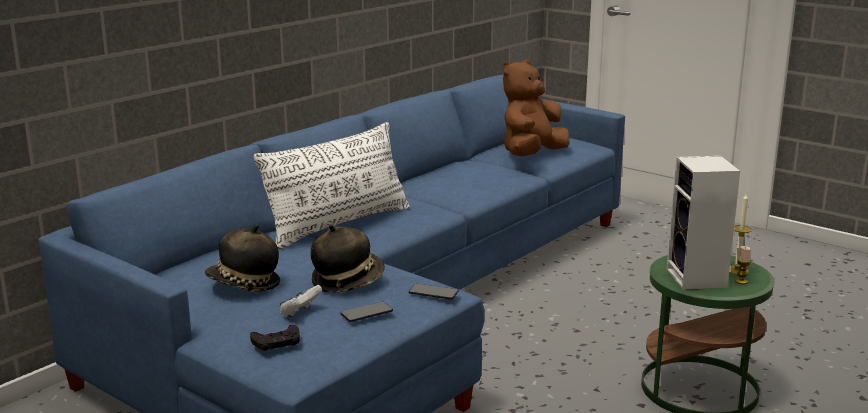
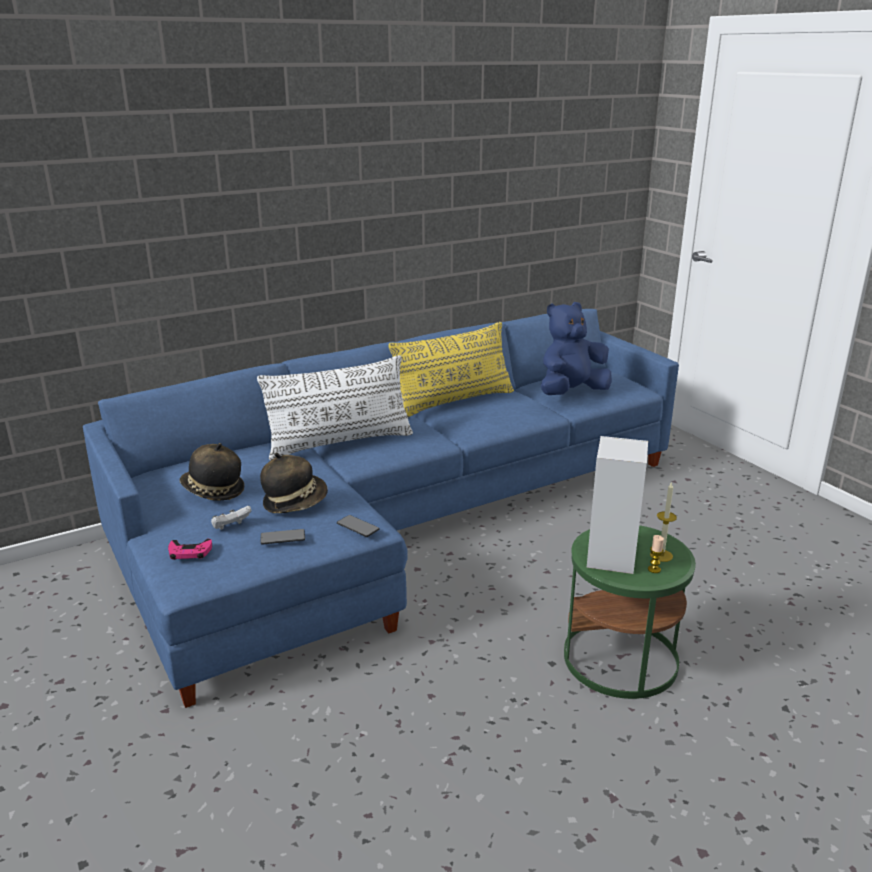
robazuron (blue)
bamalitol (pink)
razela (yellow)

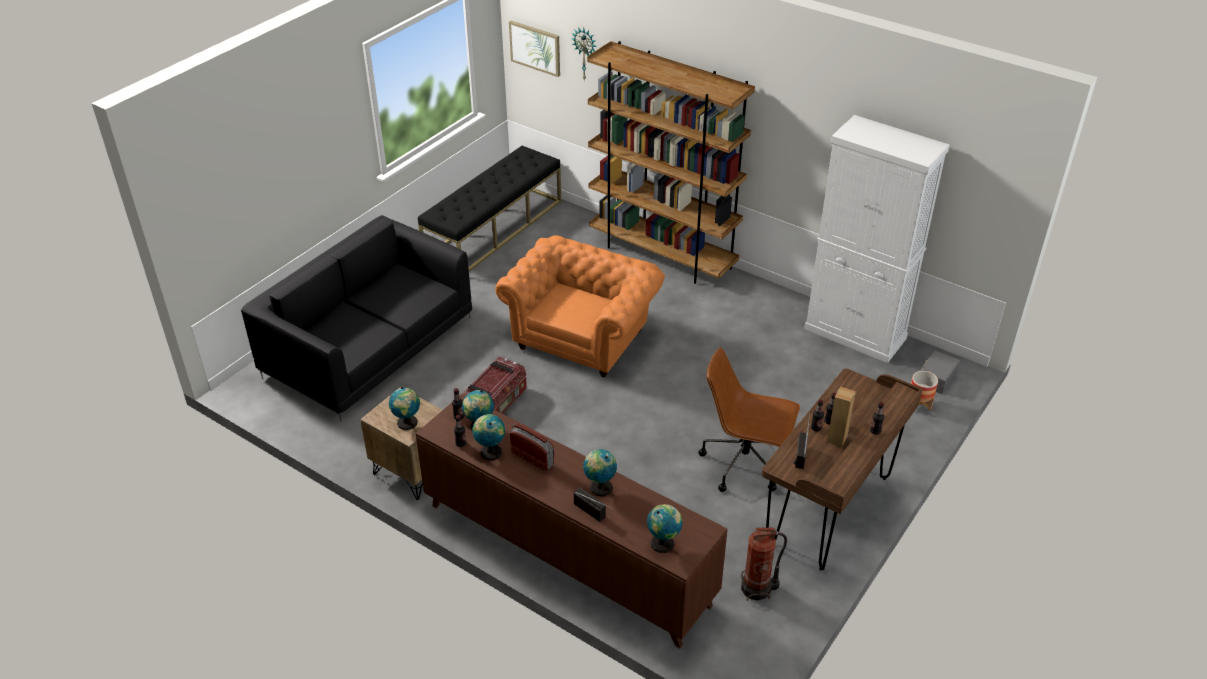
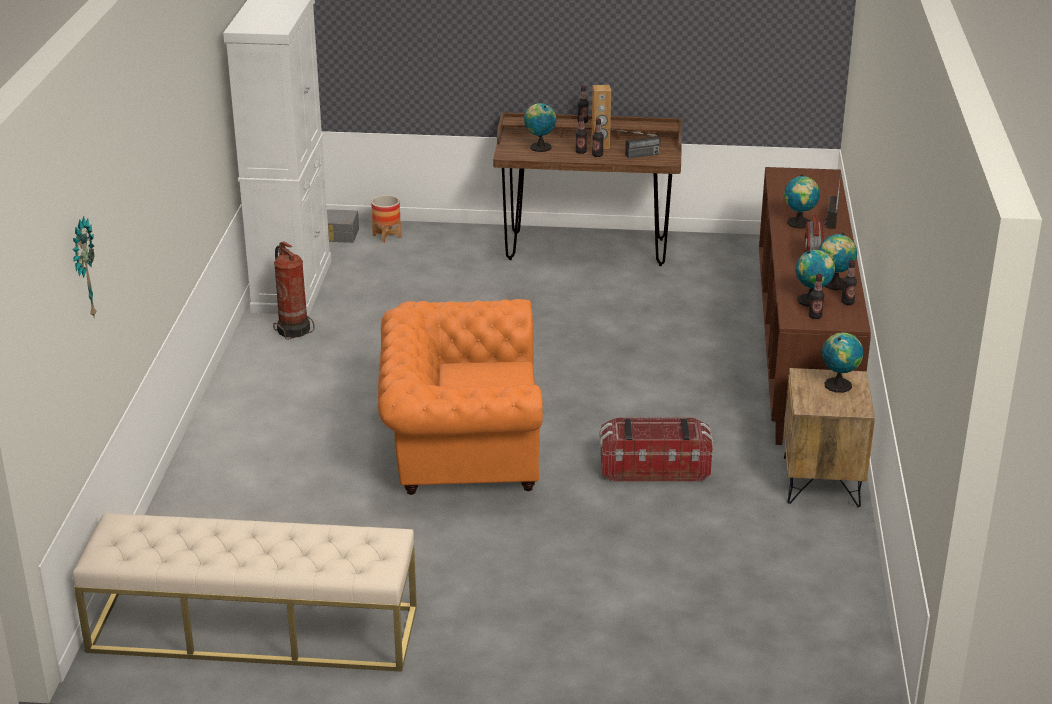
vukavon
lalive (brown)
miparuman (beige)
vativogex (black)
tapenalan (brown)
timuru (no. 1 from left)
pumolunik

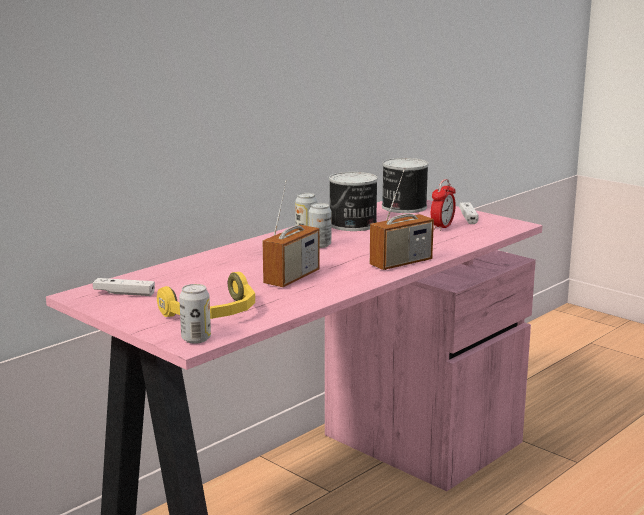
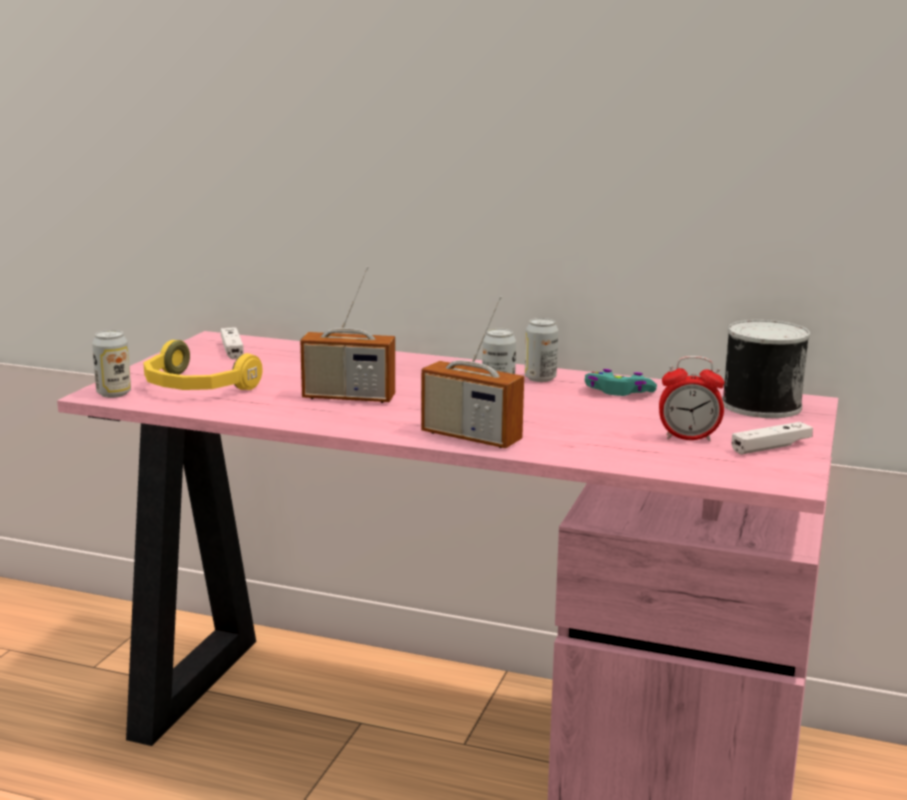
bamalitol (turquoise)

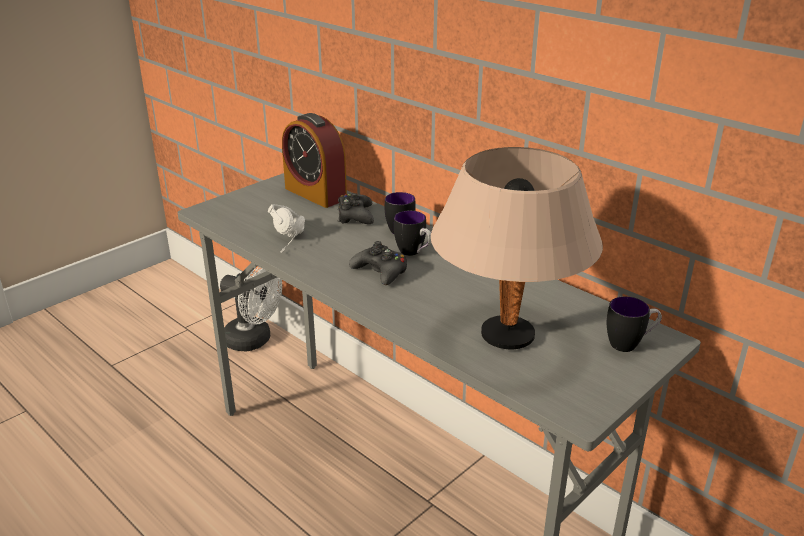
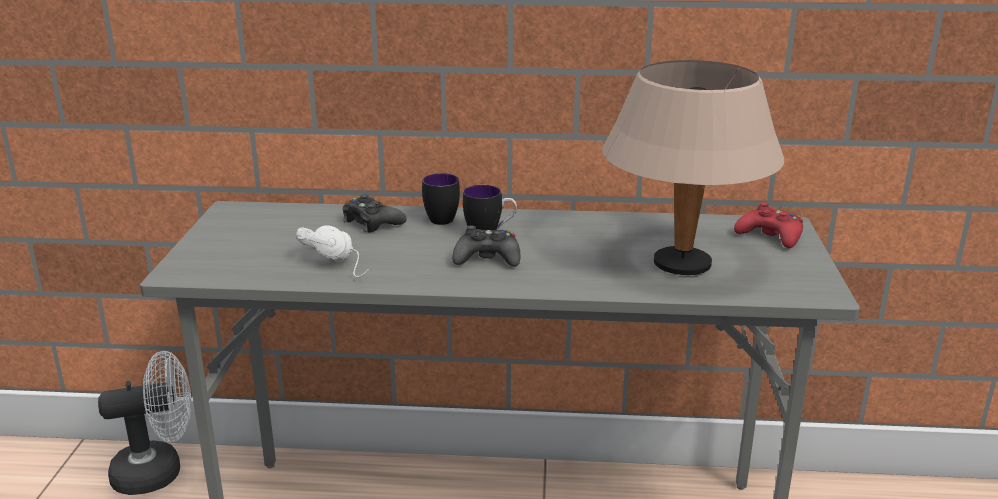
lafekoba
bamalitol (red)

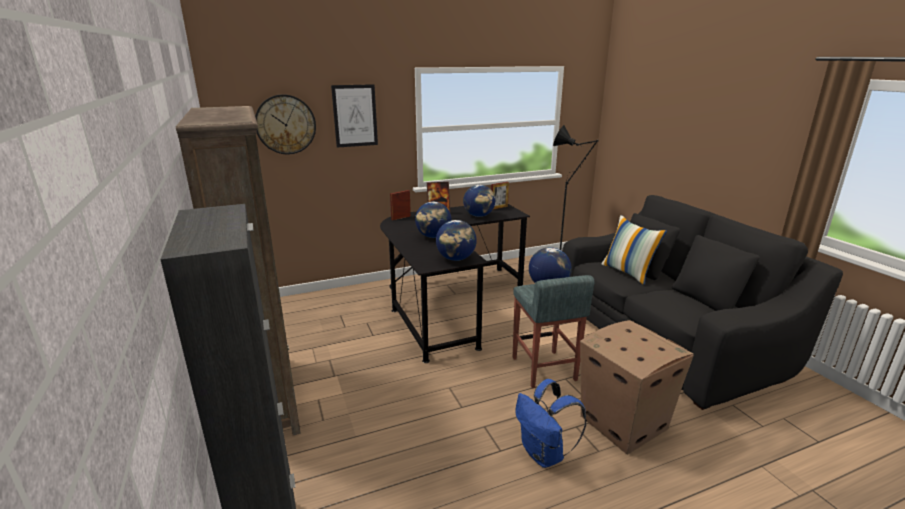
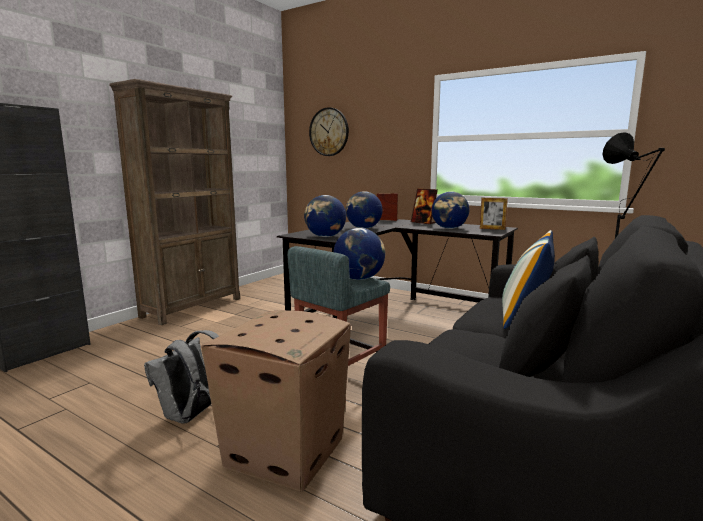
vukavon
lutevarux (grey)

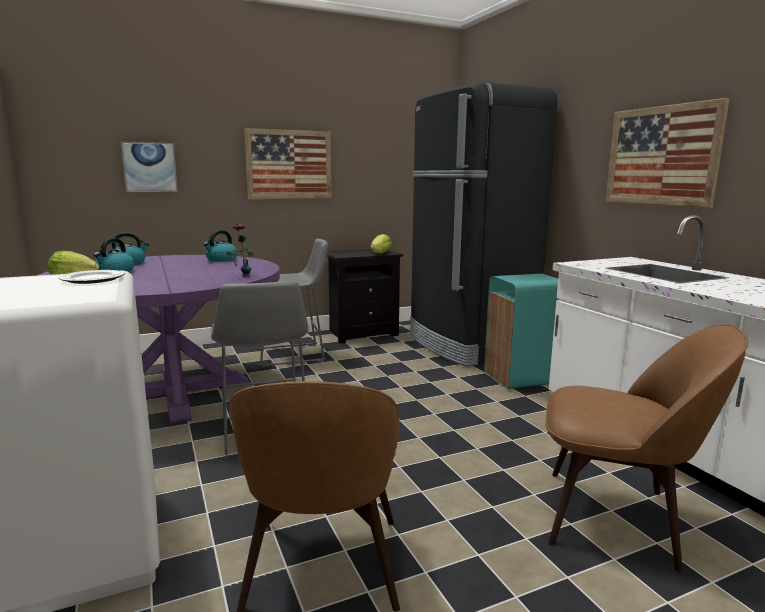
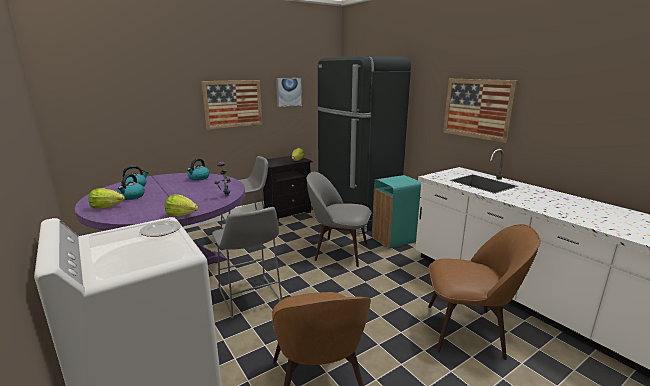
vukavon (no. 2 from left)
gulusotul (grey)
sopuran (no. 2 from left)

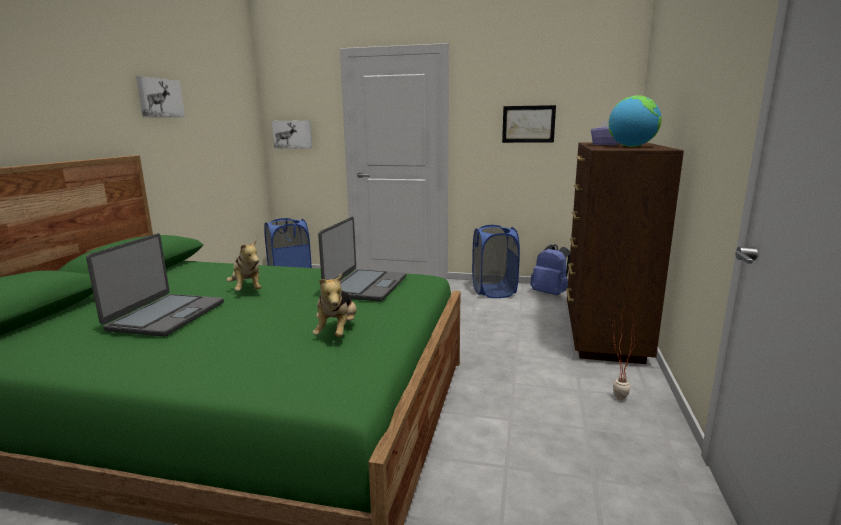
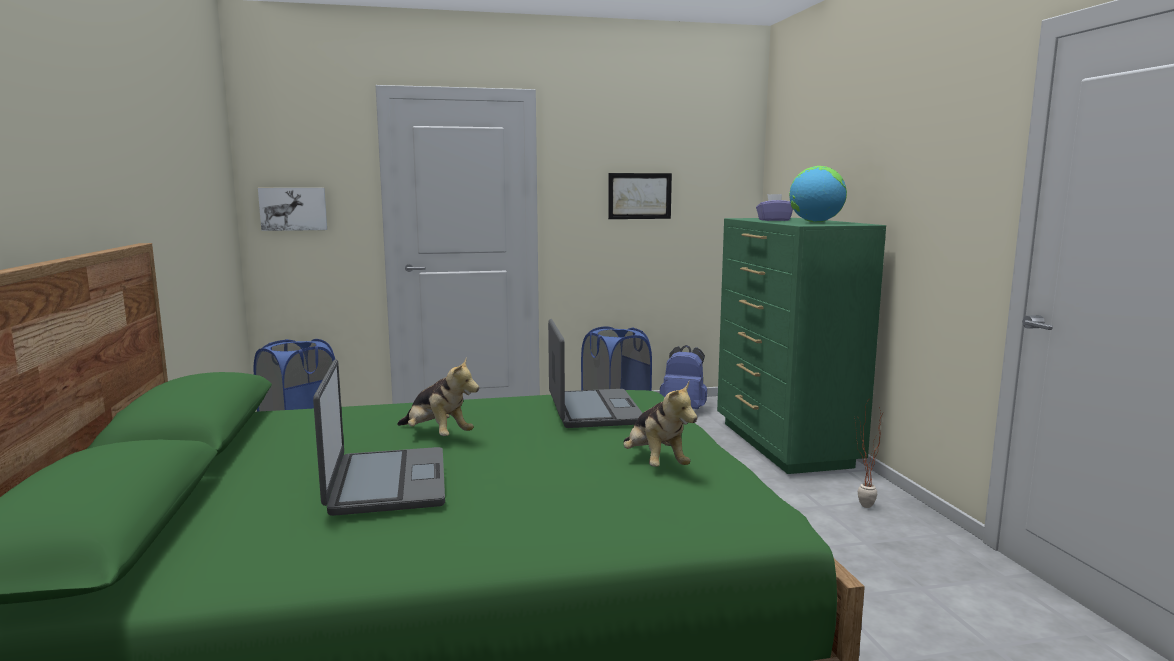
vukavon (no. 1 from left in the first image)
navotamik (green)

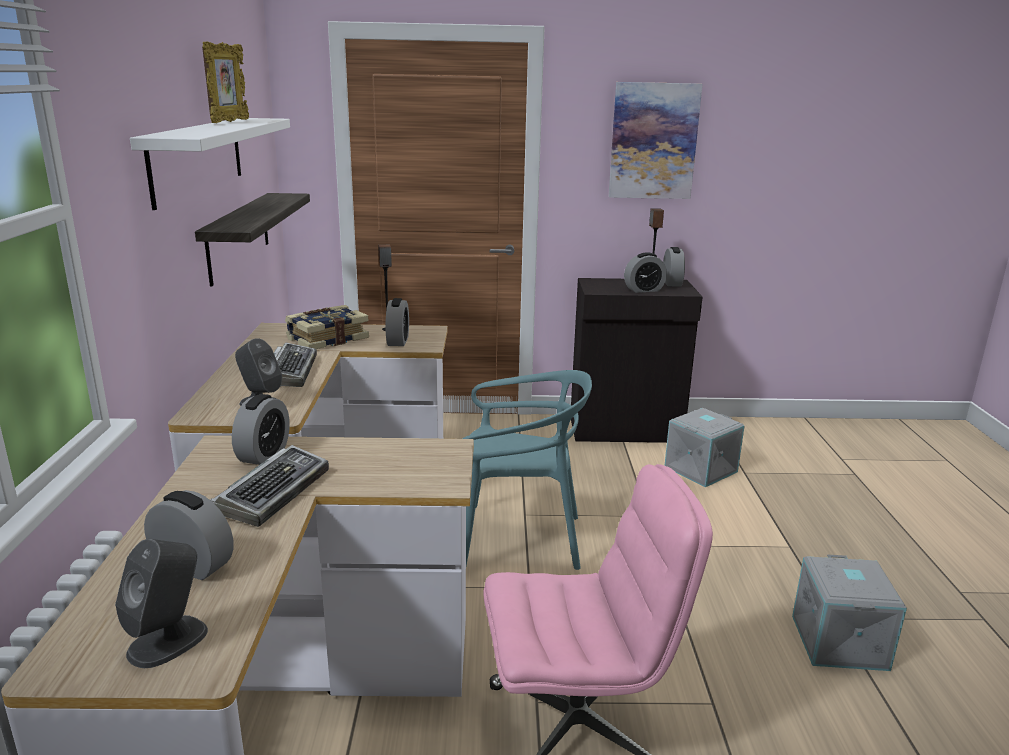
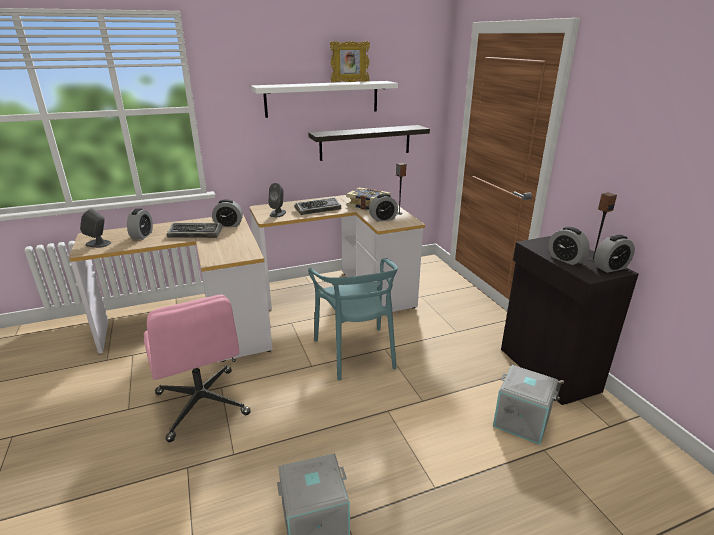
vukavon

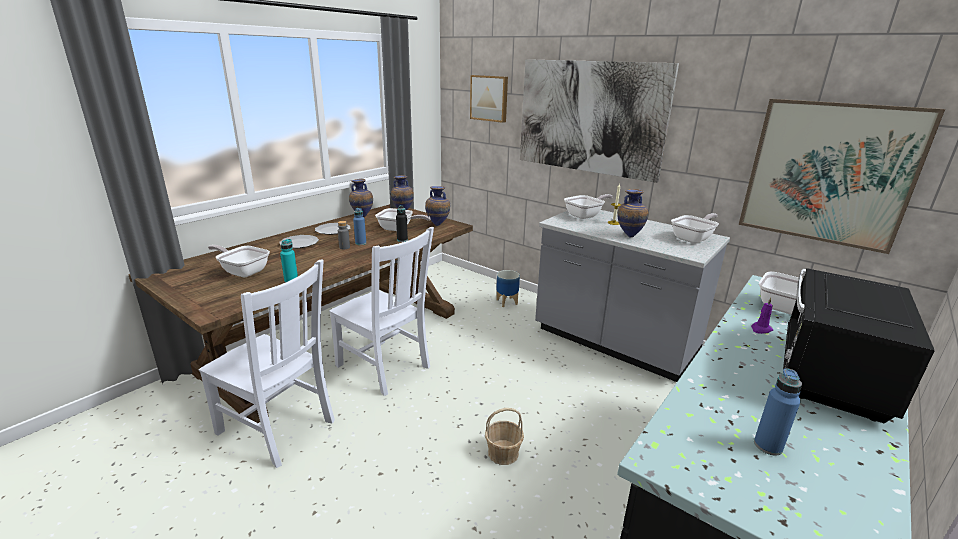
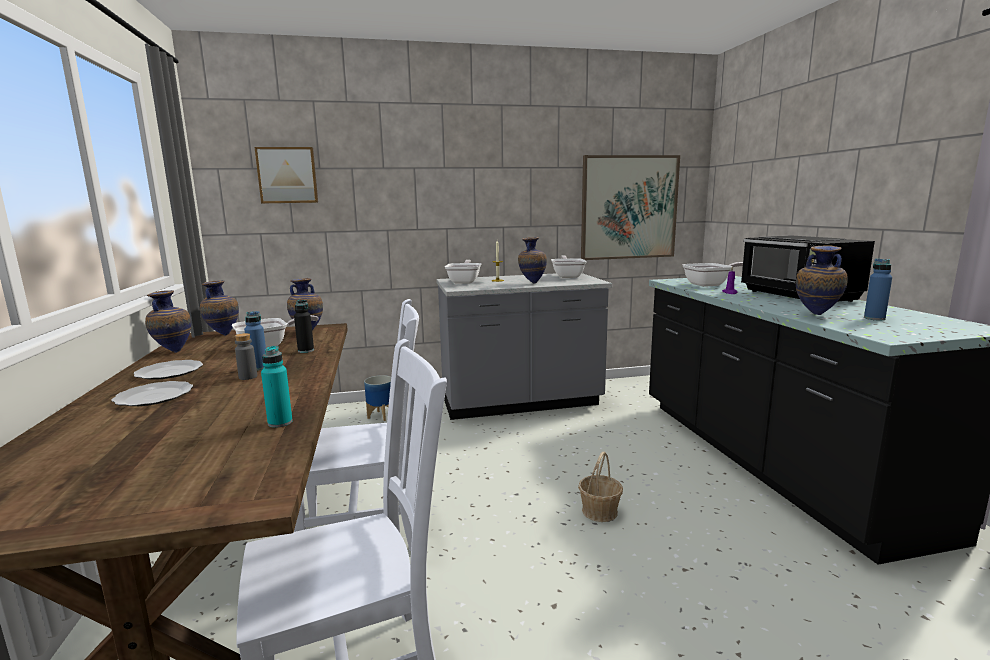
vukavon (no. 2 from left in the first image)
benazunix (no. 1 from left in the first image)
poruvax (no. 5 from left)

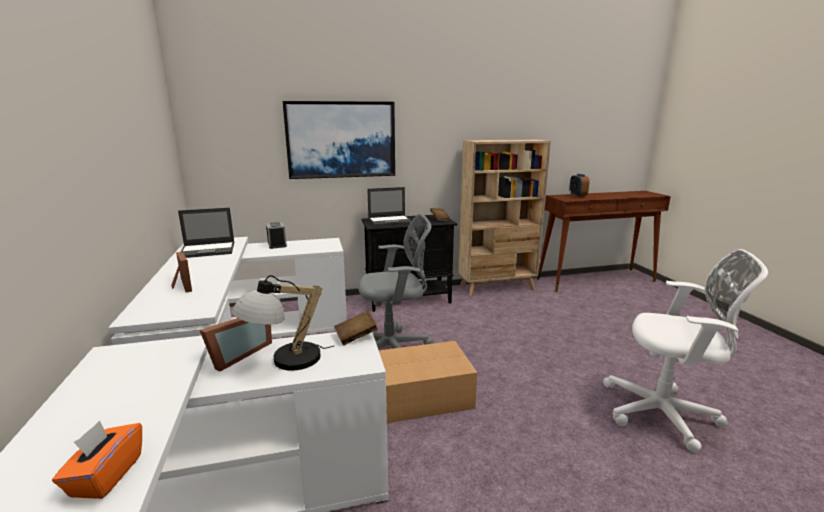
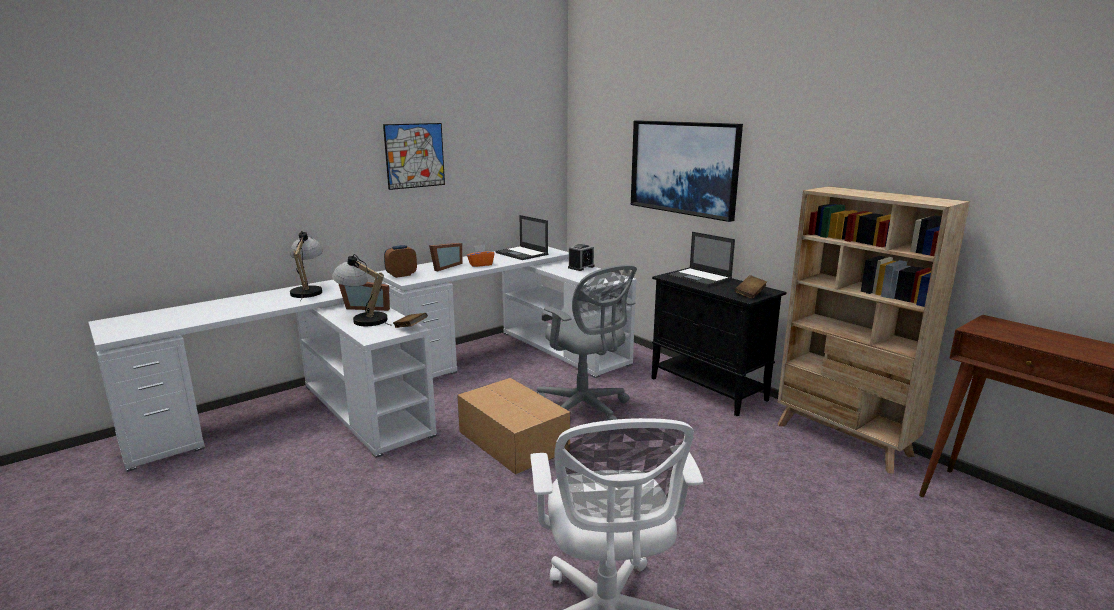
lafekoba (no. 1 from left)
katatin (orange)
vukavon (no. 1 from left)
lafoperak (no. 1 from left)

